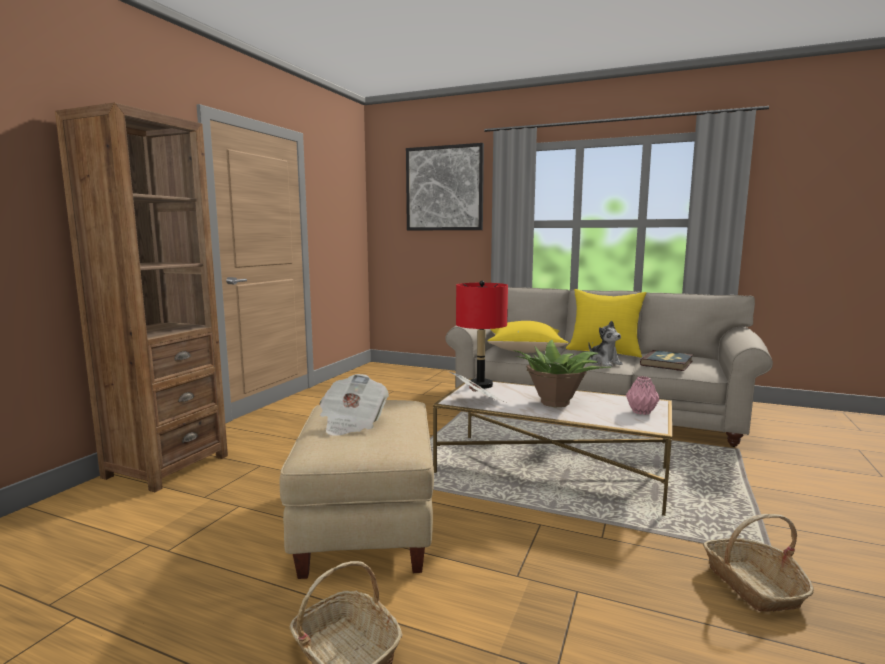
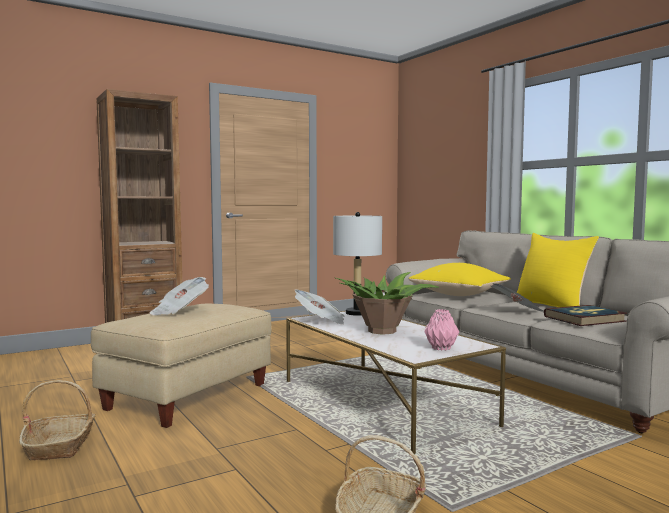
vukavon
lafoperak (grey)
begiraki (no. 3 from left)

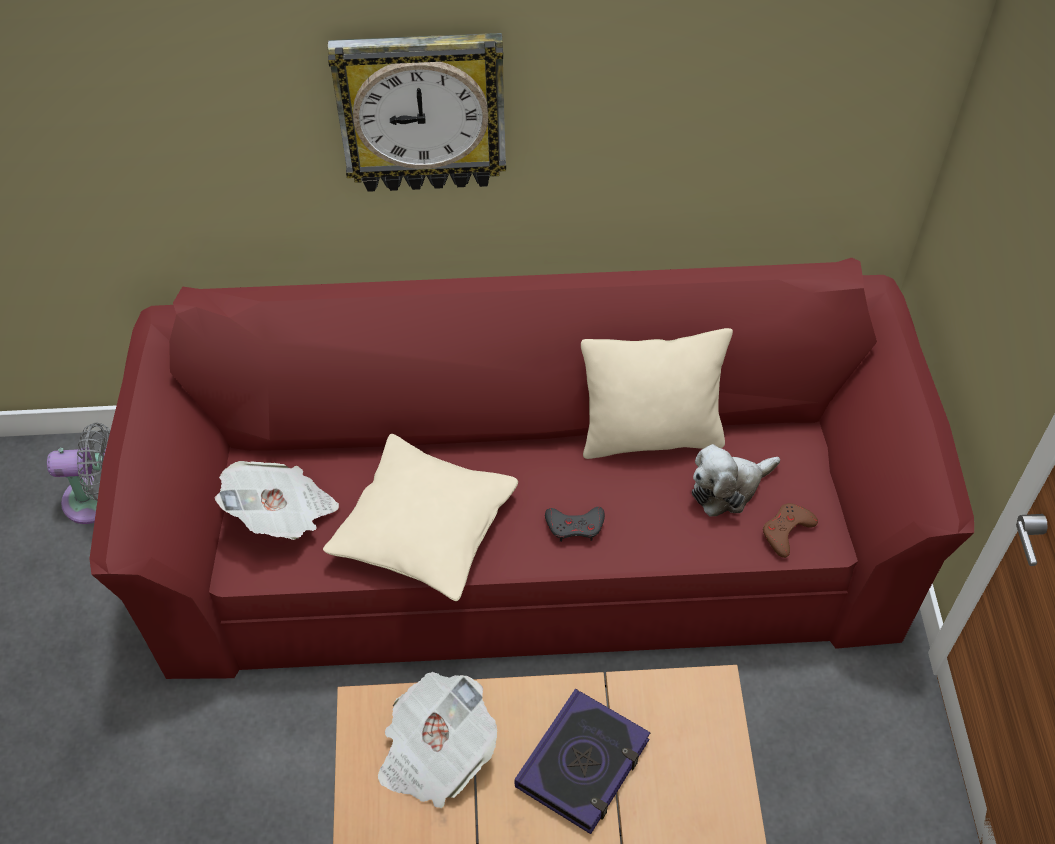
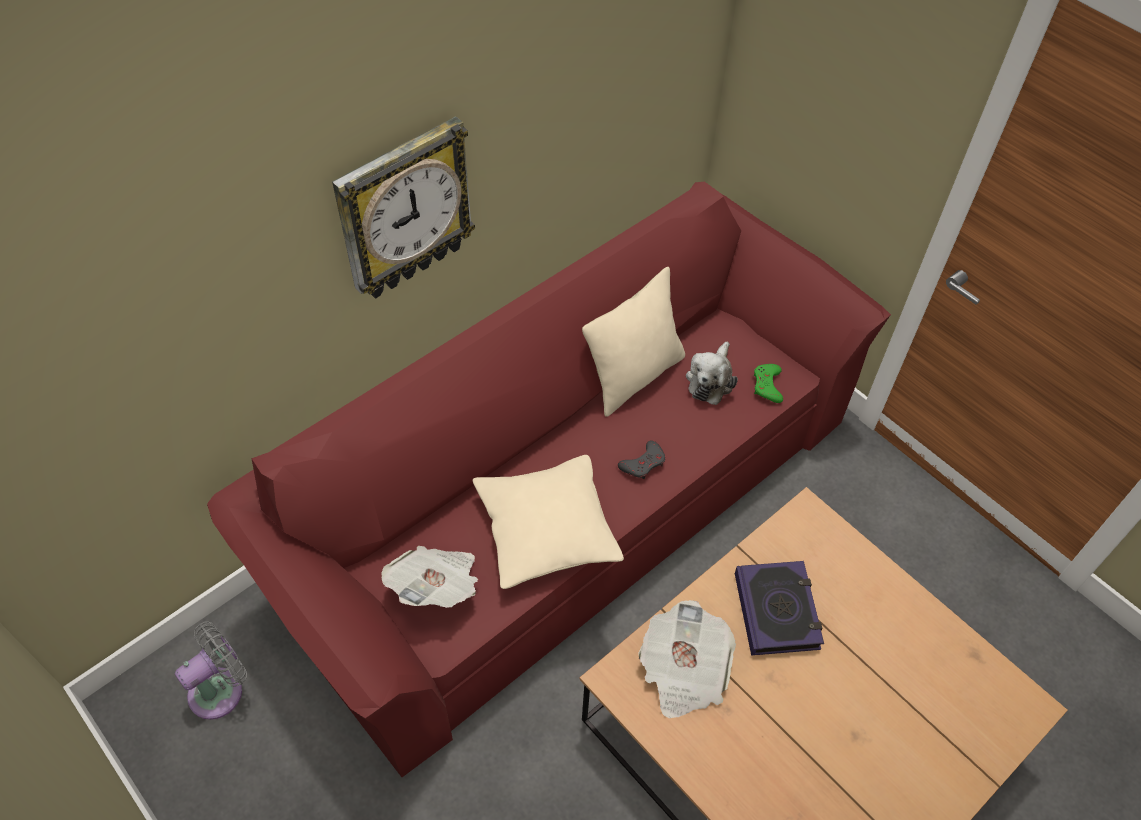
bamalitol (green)

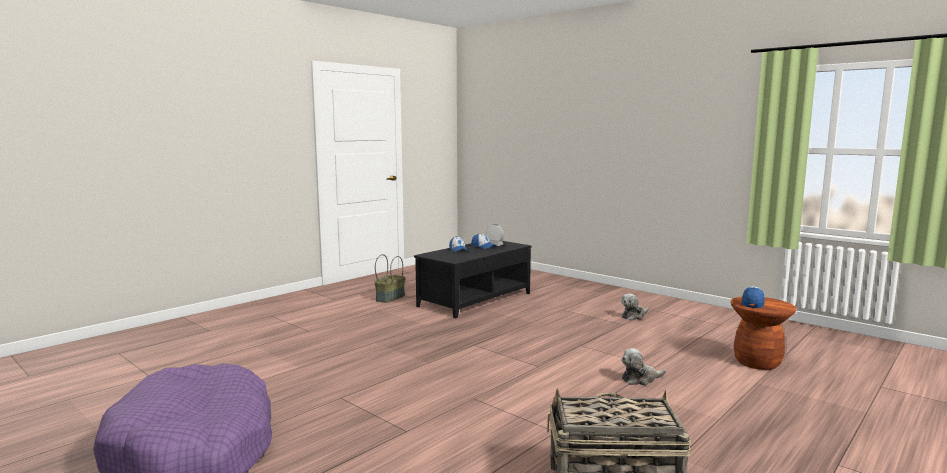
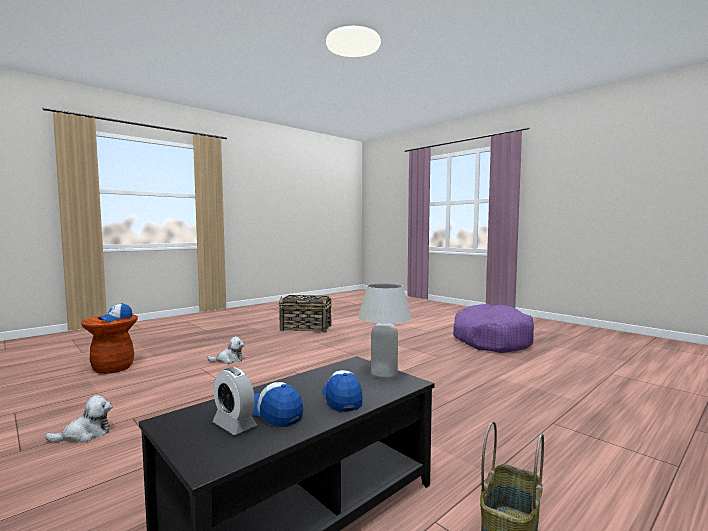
lafoperak (white)

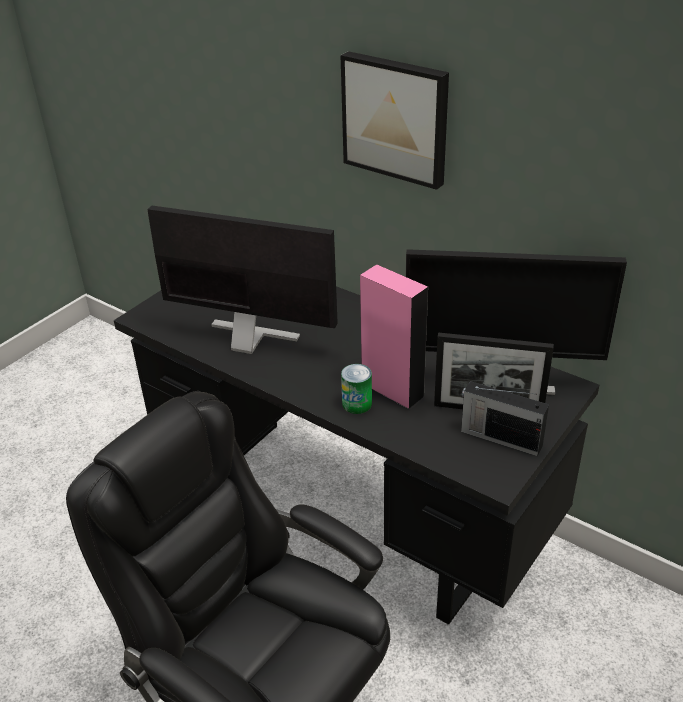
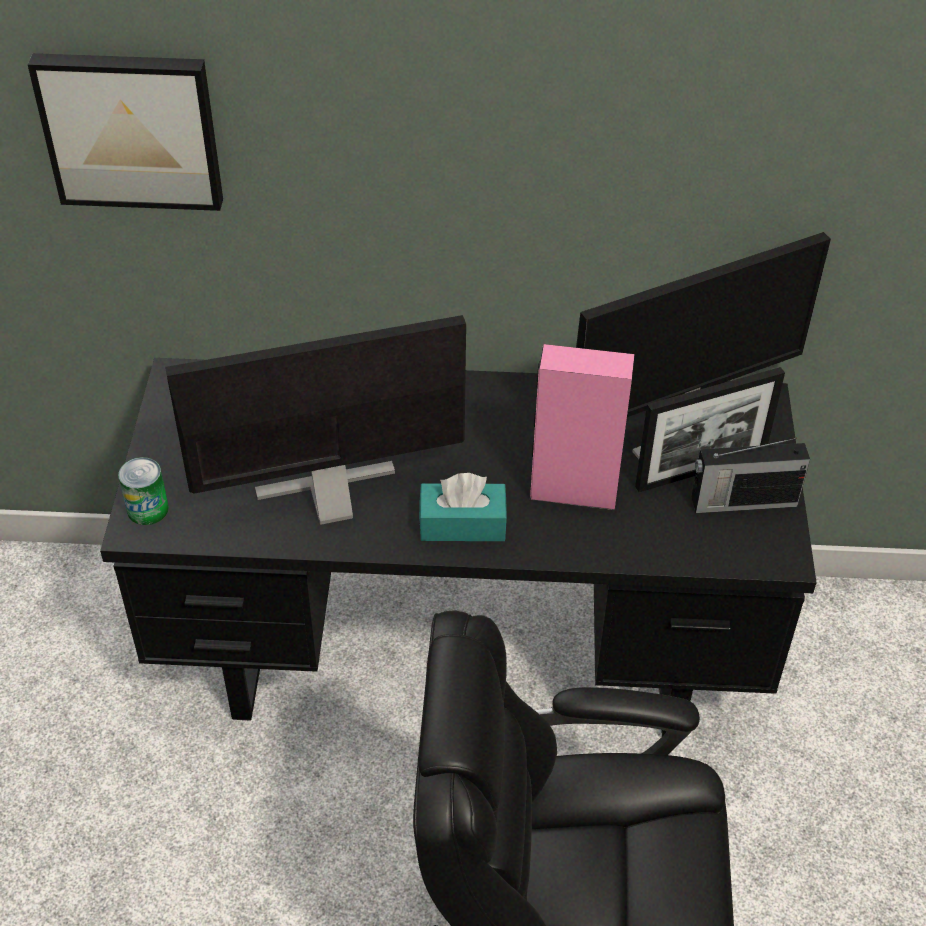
vukavon
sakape
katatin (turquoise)

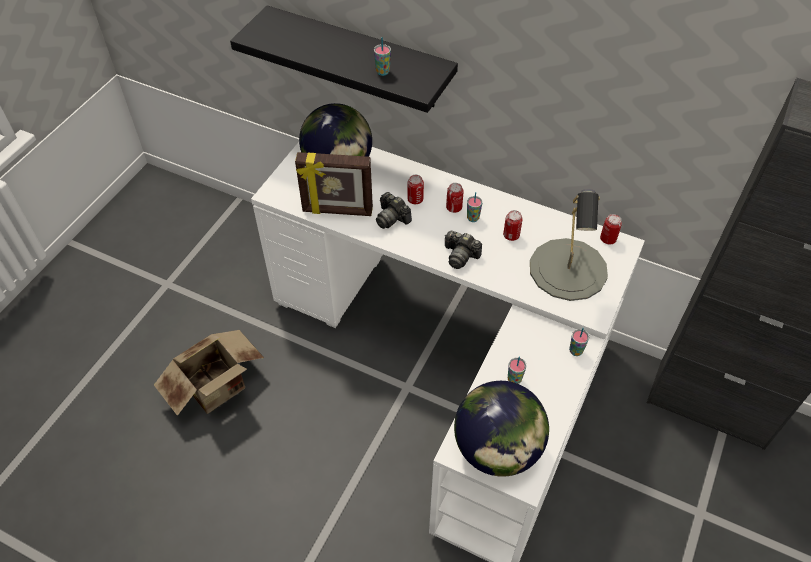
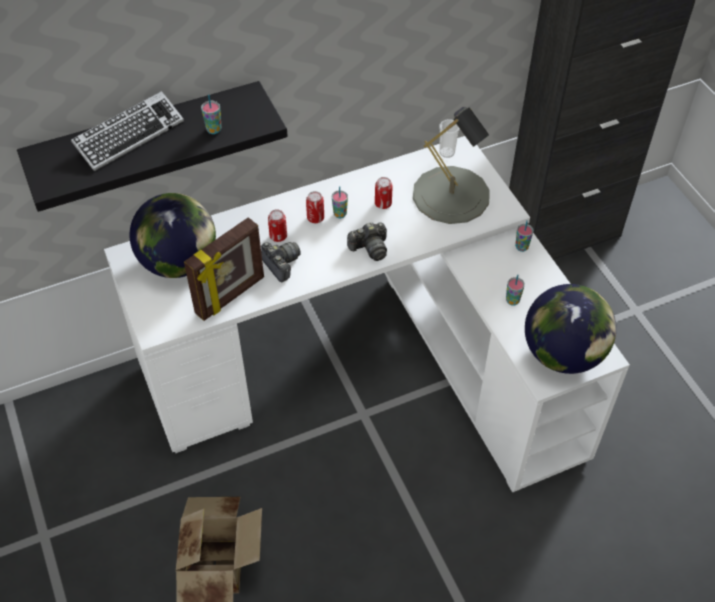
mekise (no. 1 from left)
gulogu (no. 3 from left)
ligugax

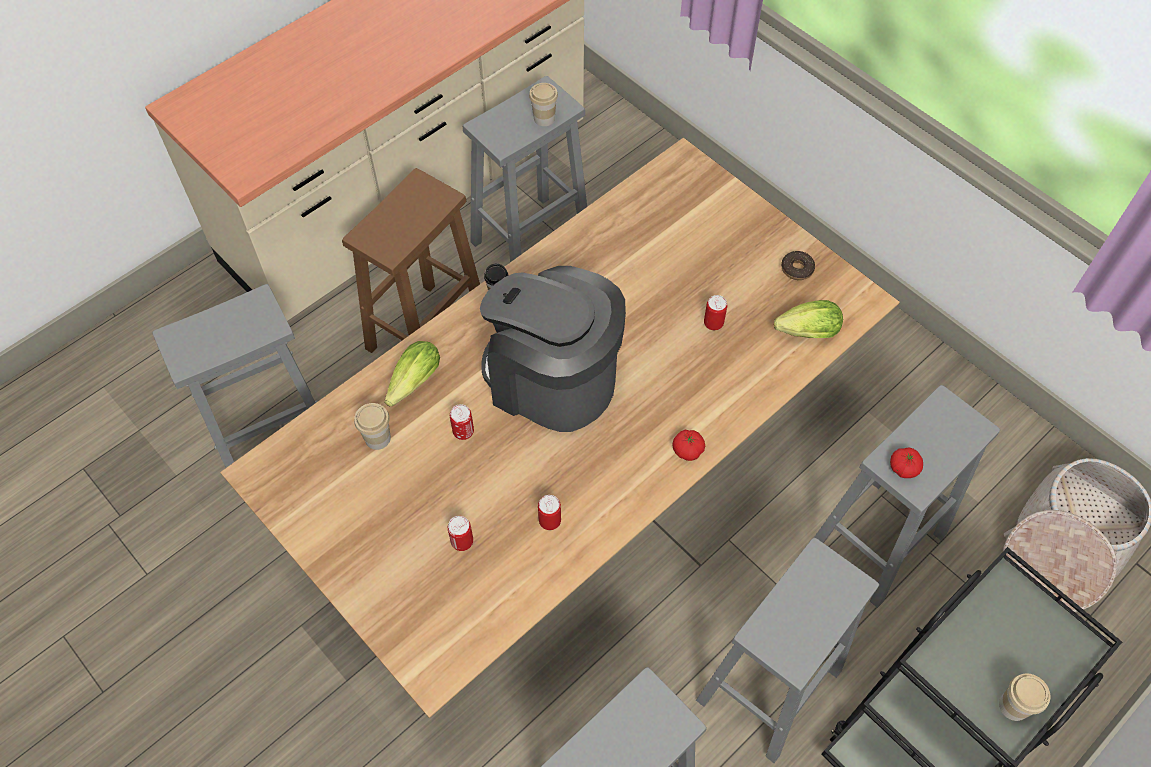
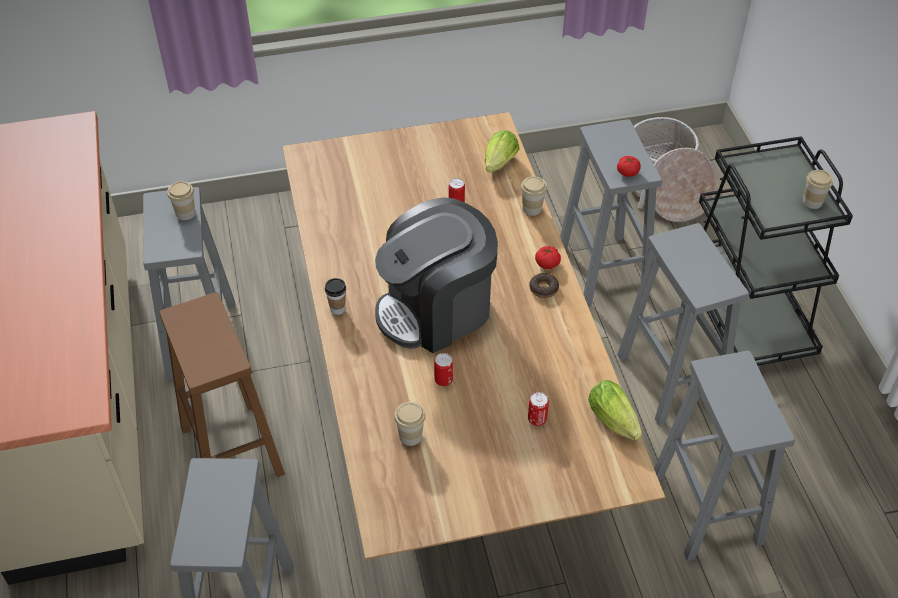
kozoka
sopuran (no. 2 from left)
sakape (no. 3 from left in the first image)
gulogu (no. 4 from left)

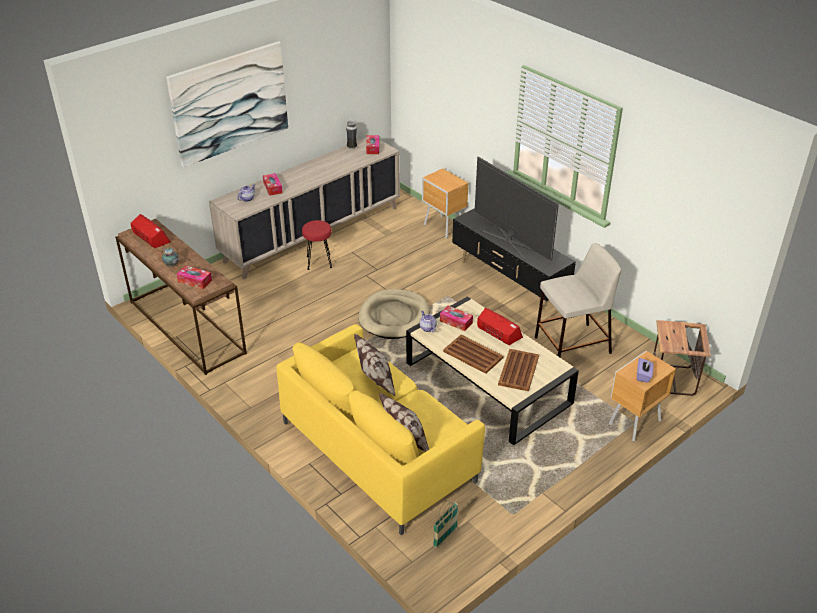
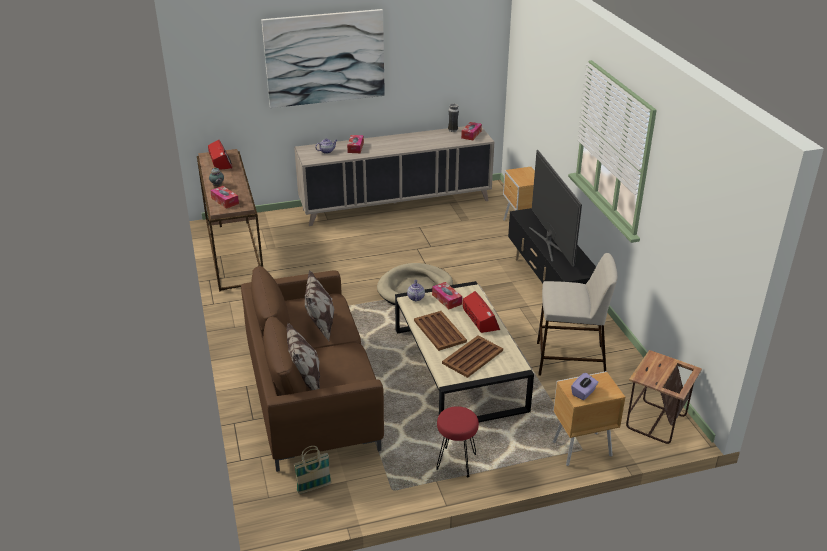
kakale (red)
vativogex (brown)

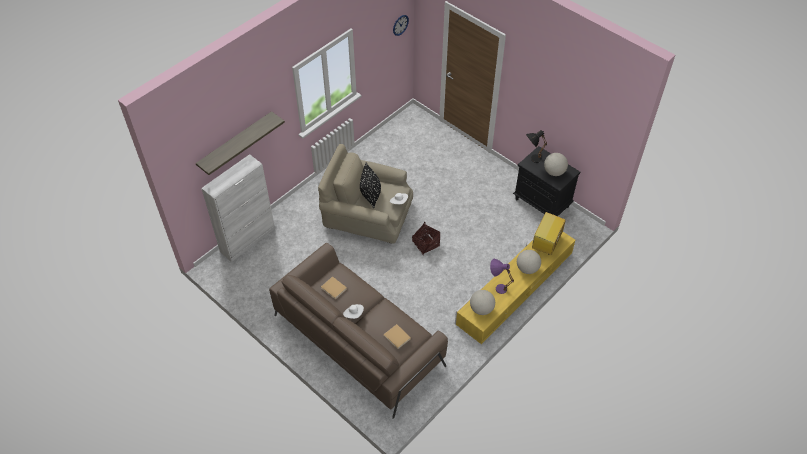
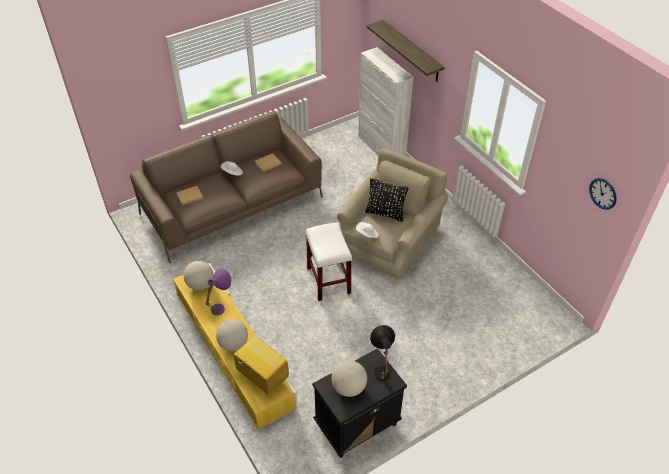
kakale (white)

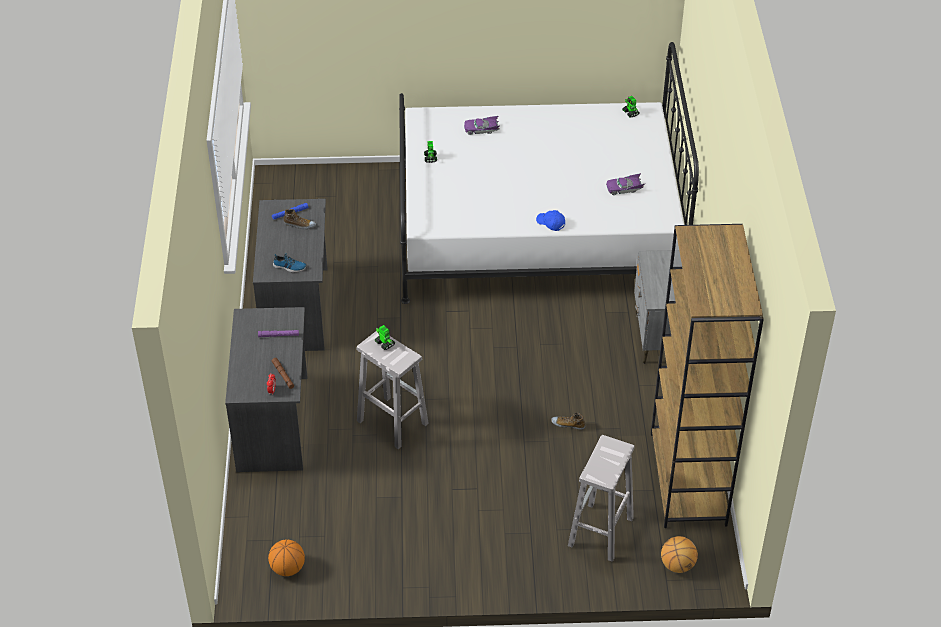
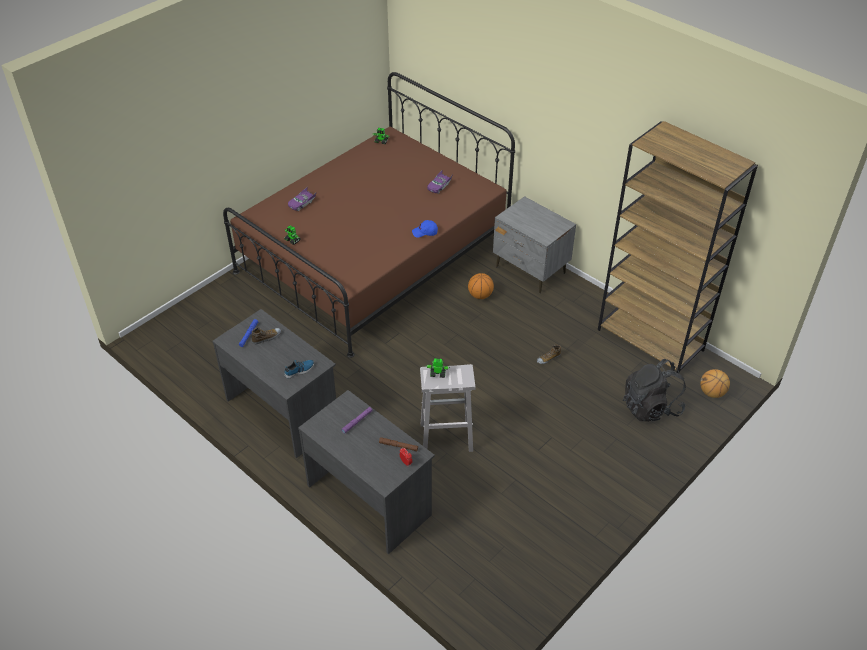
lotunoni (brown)
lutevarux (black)
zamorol (no. 1 from left)

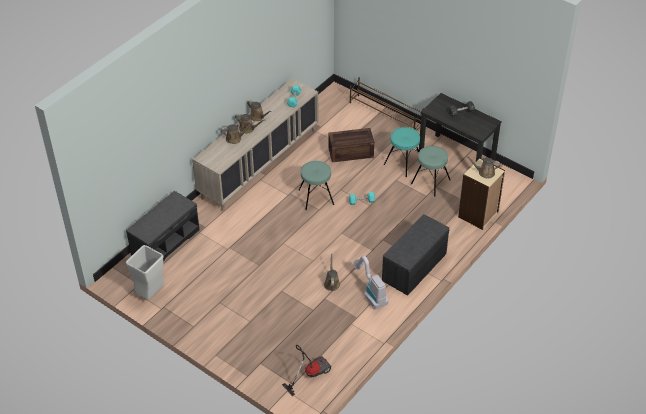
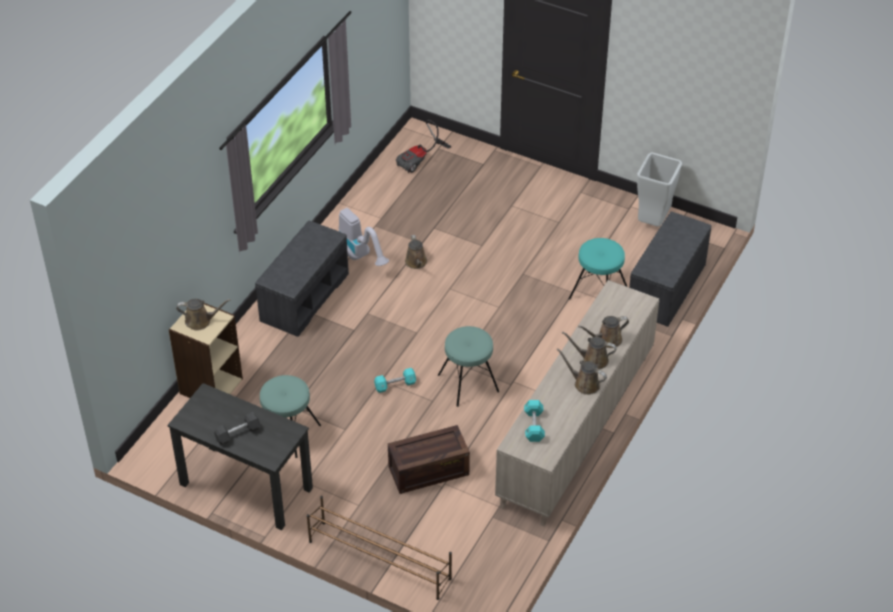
kakale (turquoise) (no. 3 from left)

